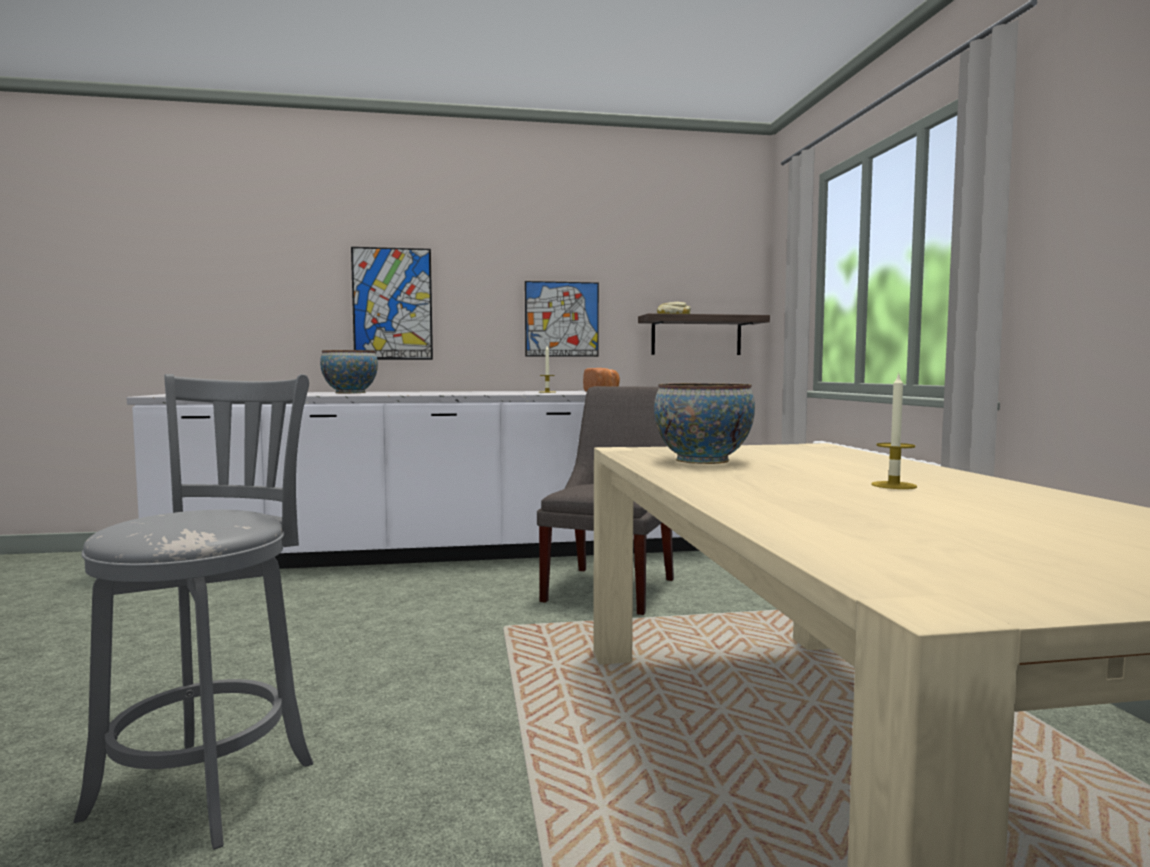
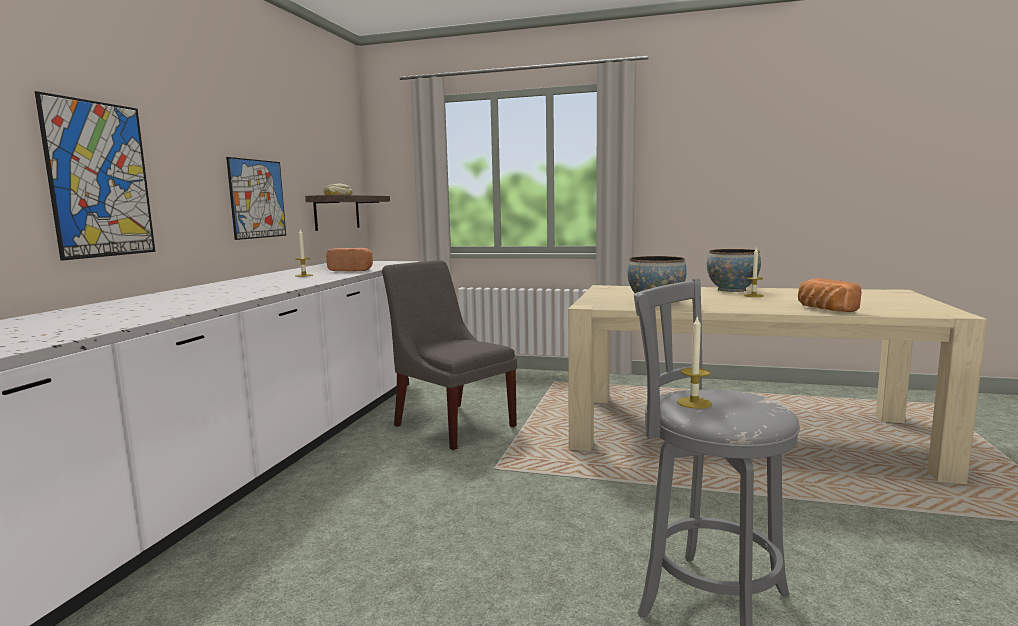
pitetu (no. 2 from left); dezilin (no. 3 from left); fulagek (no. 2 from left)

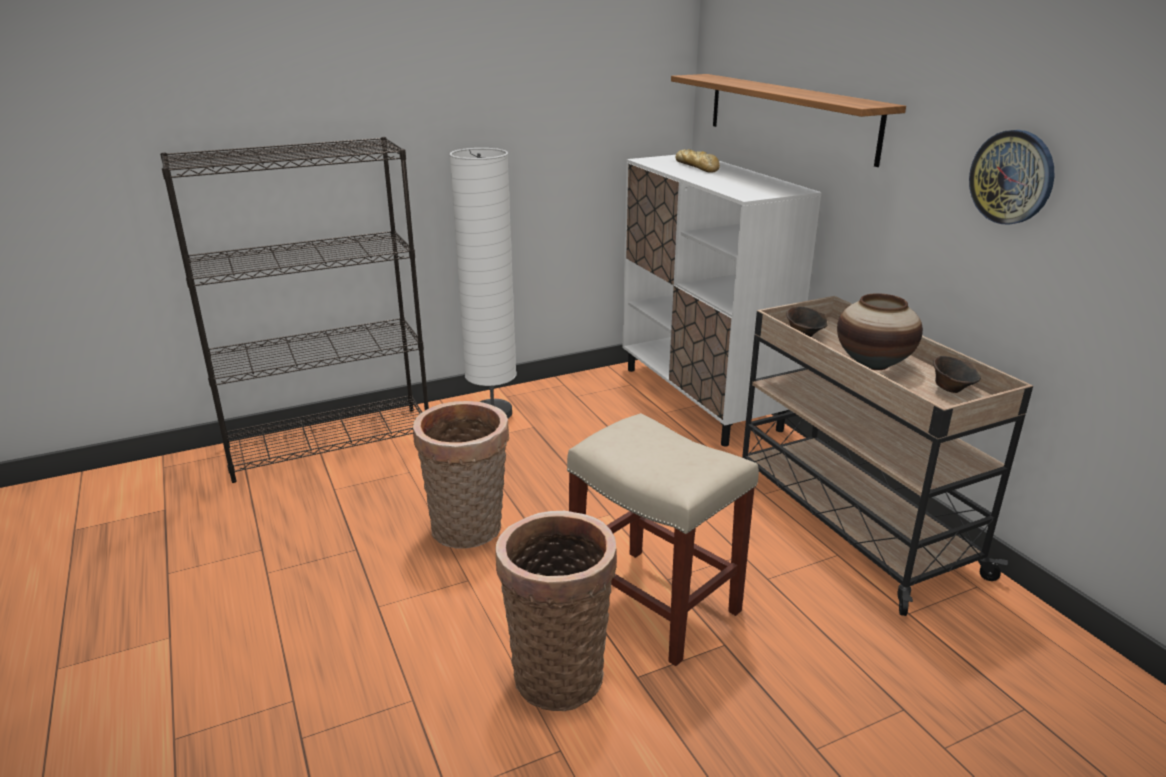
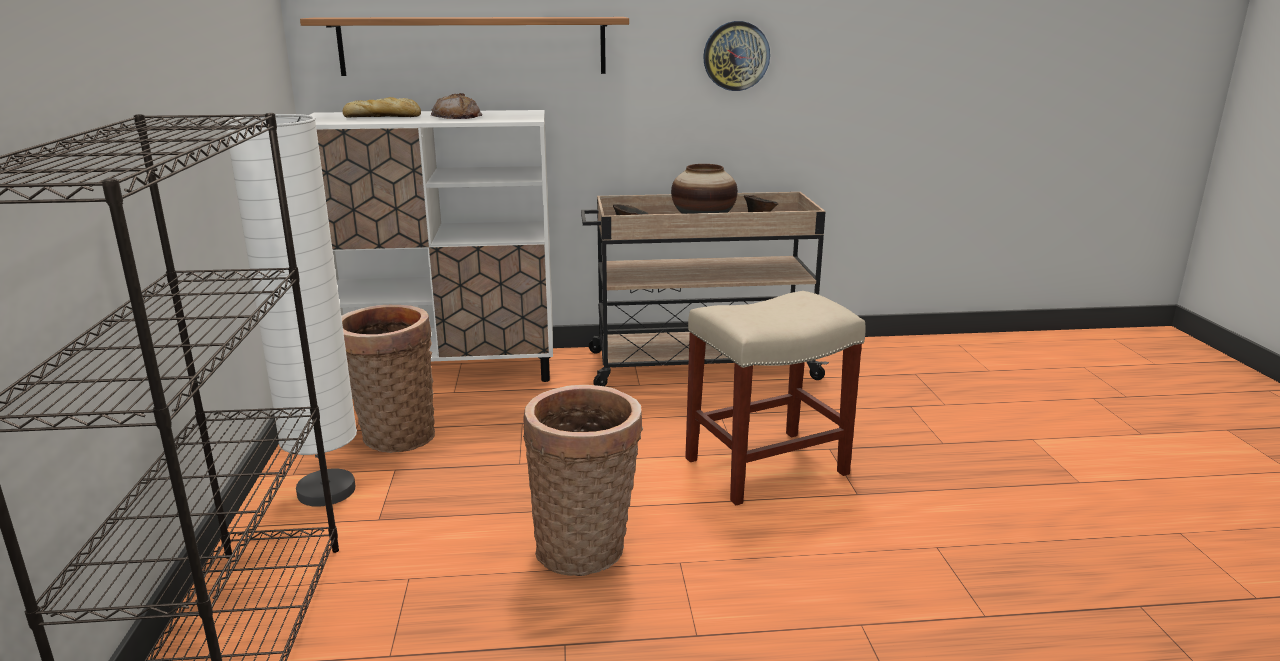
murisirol (no. 1 from left); dezilin (no. 2 from left)

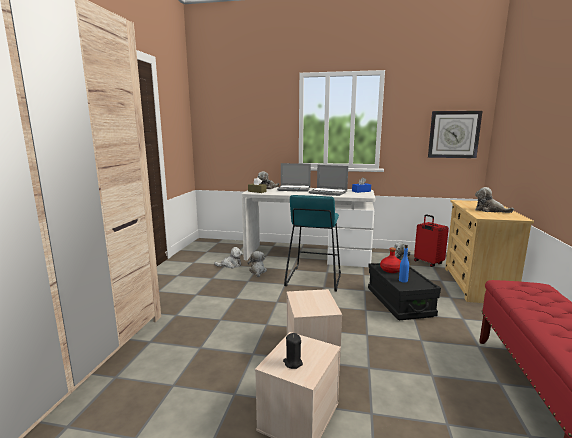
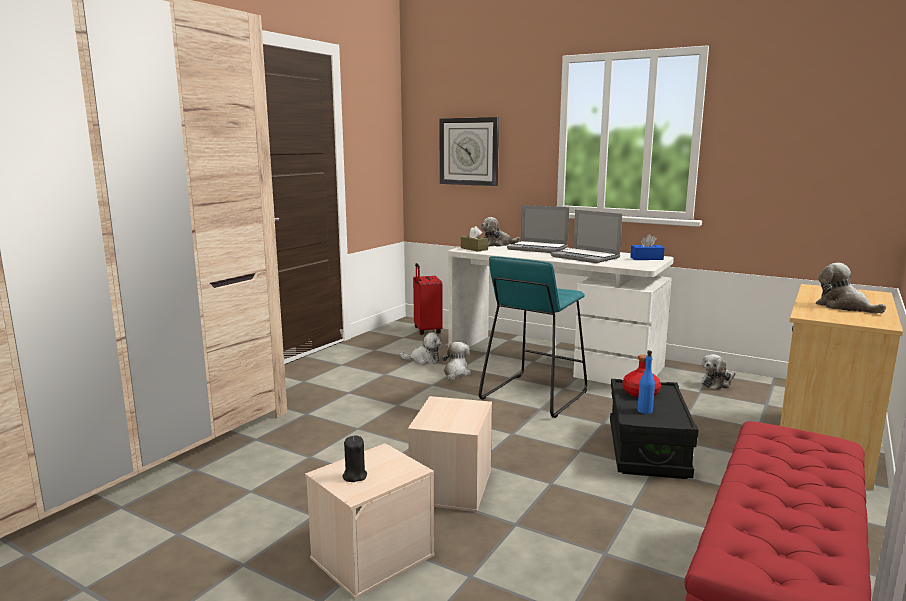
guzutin; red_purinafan

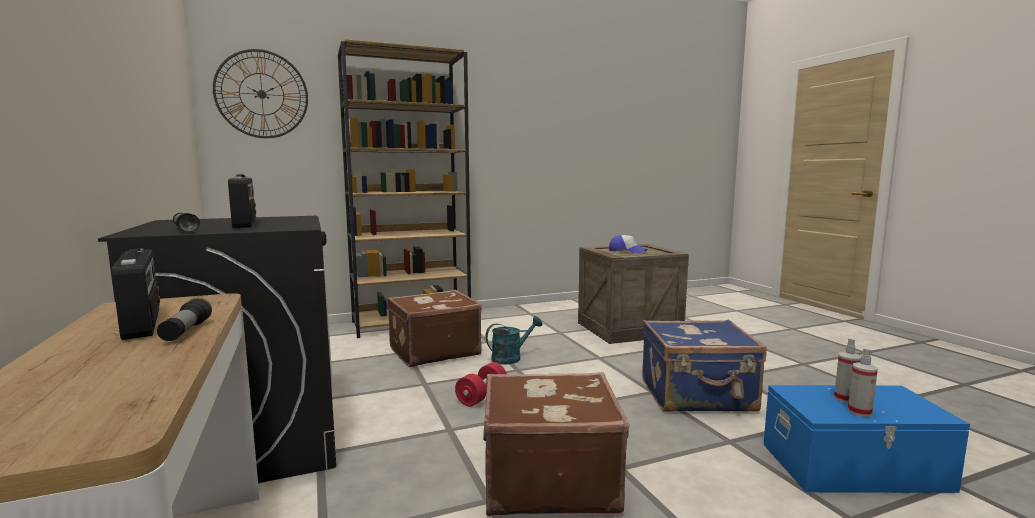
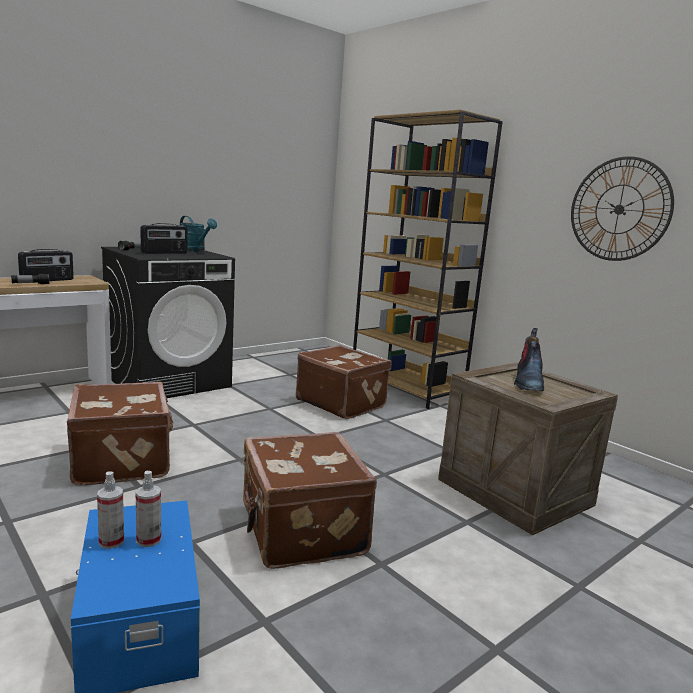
guzutin; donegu; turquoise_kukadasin; brown_purinafan (no. 2 from left); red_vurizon

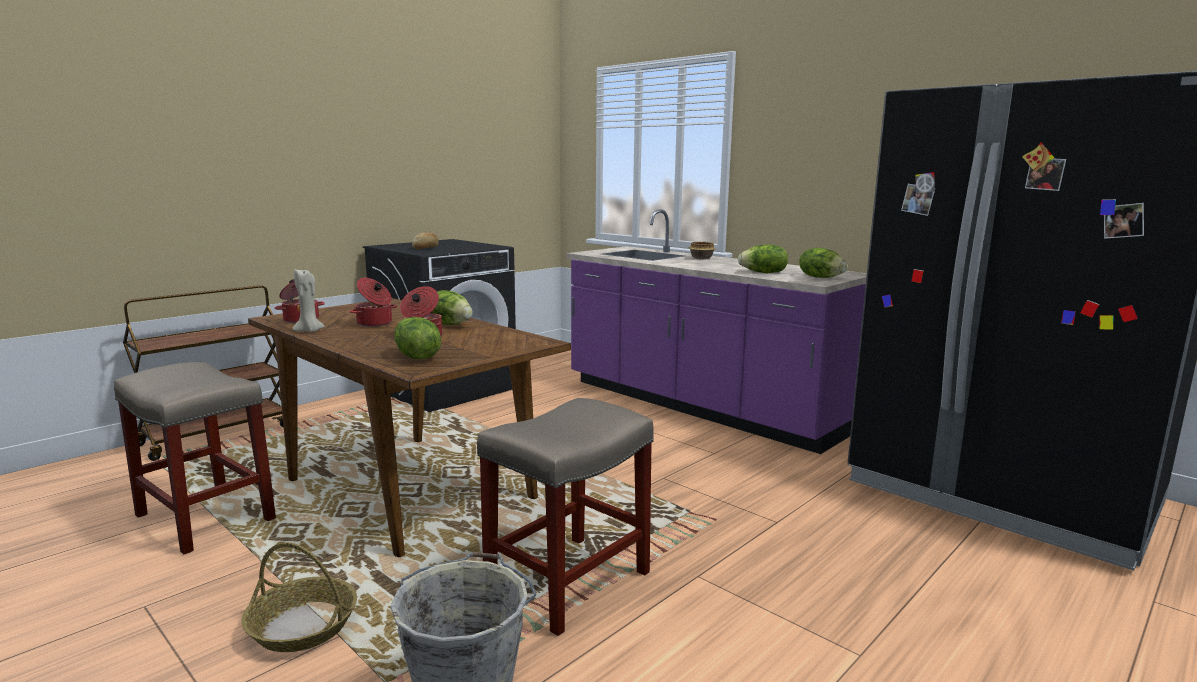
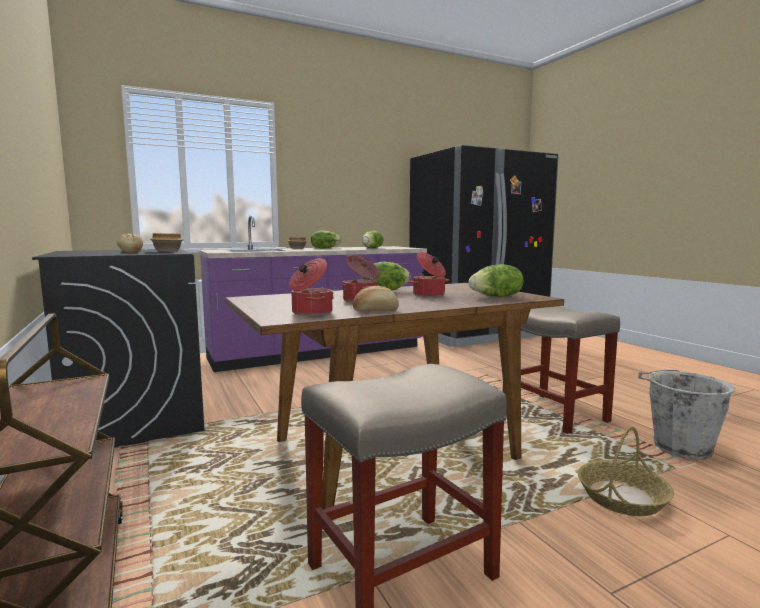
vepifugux (no. 1 from left); dezilin (no. 2 from left); pitetu (no. 1 from left)

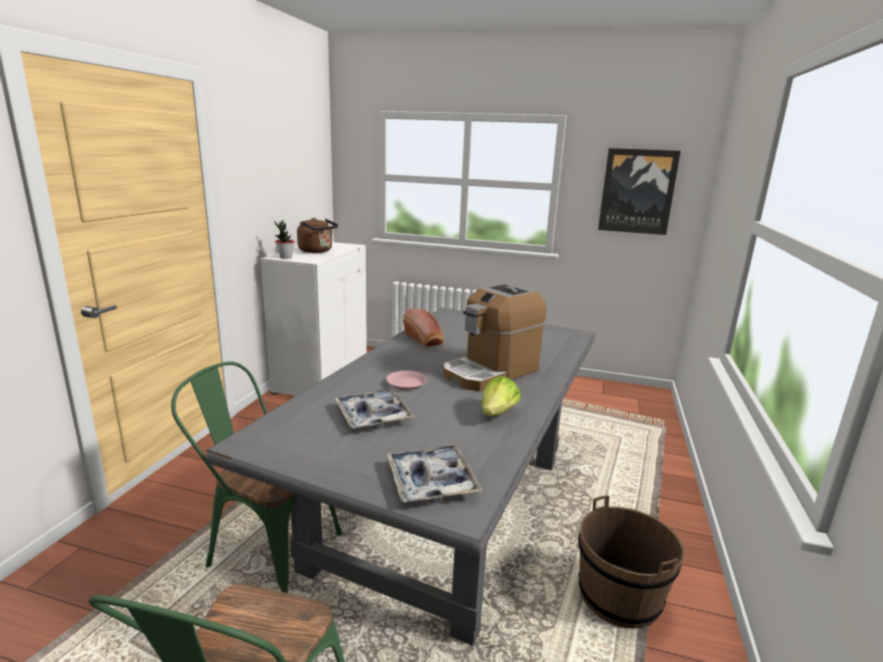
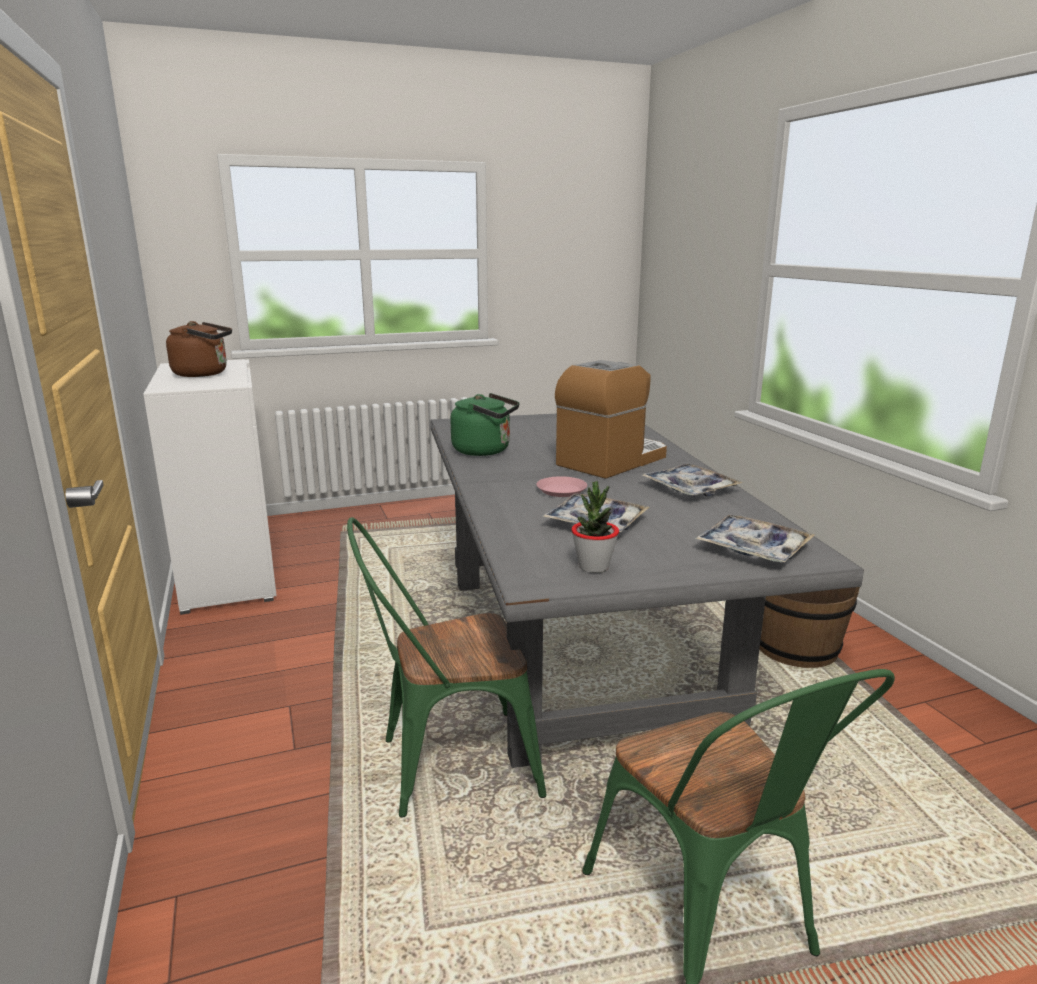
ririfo; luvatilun; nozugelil; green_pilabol; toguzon (no. 2 from left)

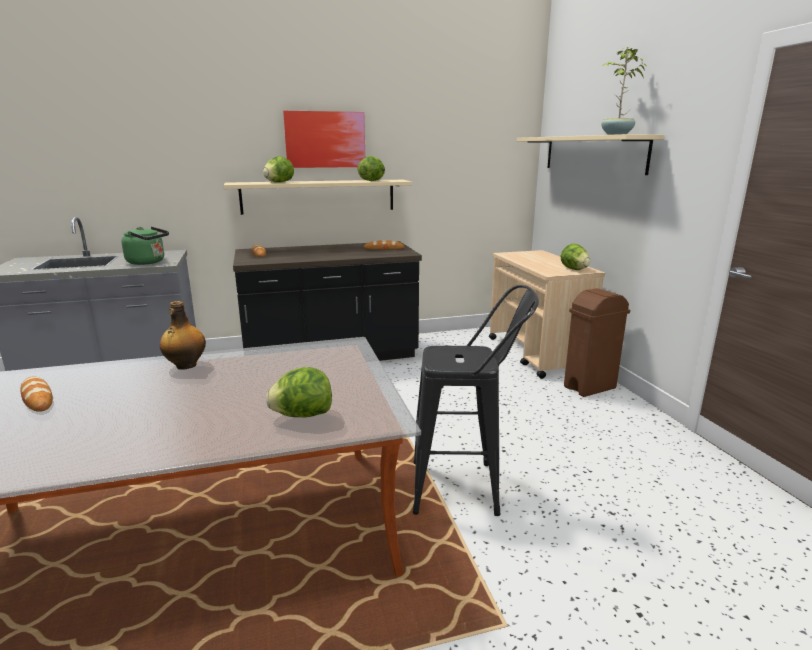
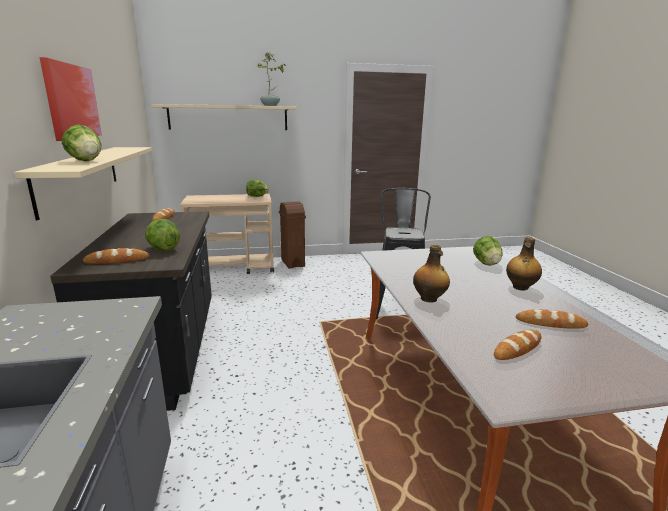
vepifugux (no. 2 from left); green_pilabol; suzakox (no. 2 from left); dezilin (no. 4 from left)

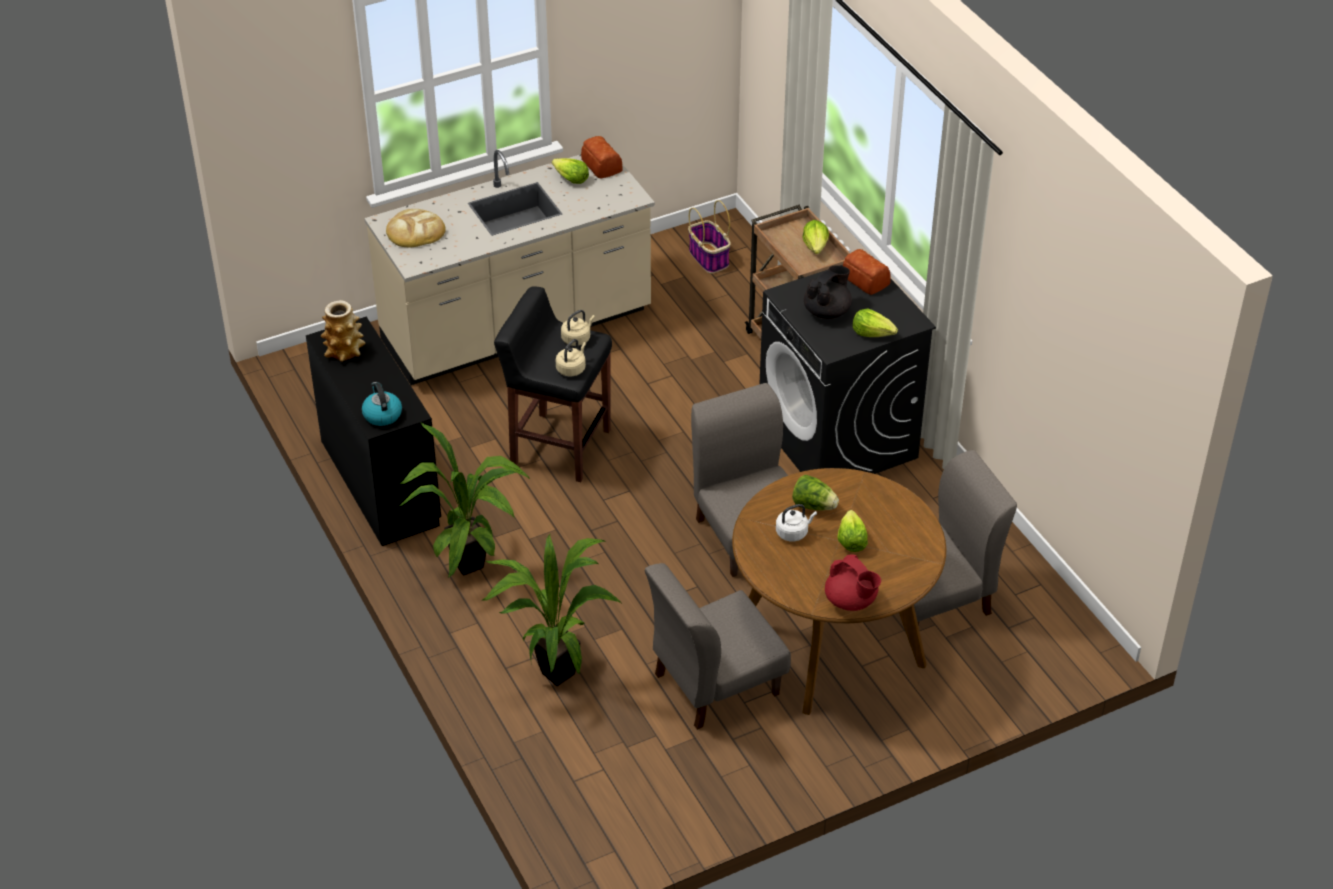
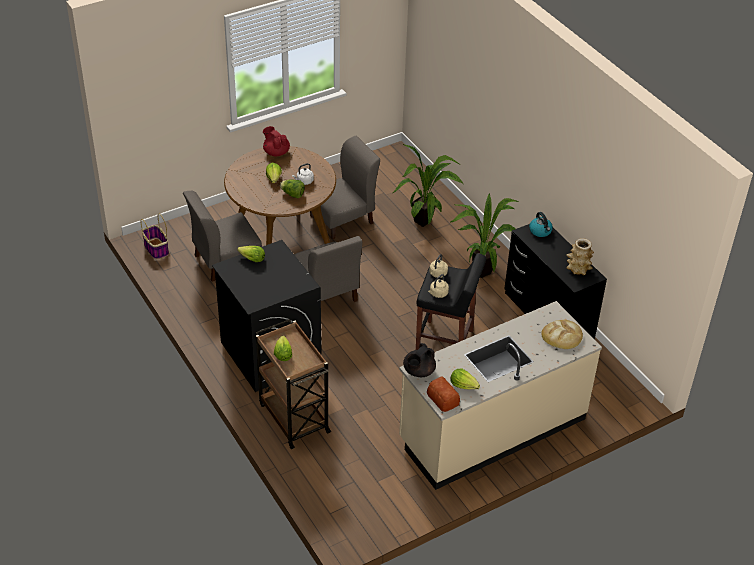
murisirol; dezilin (no. 3 from left in the first image); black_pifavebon

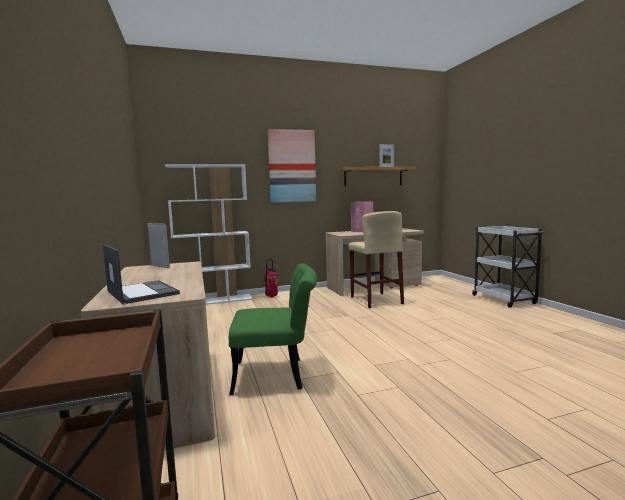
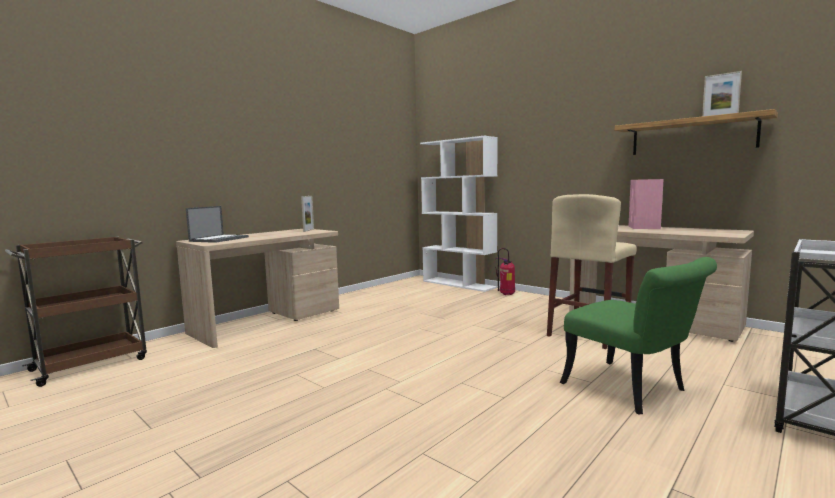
ririfo; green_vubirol

